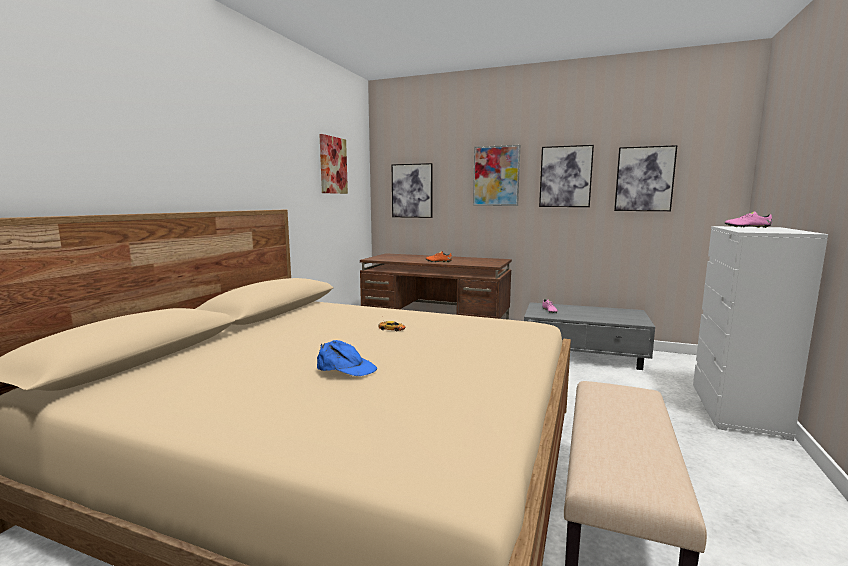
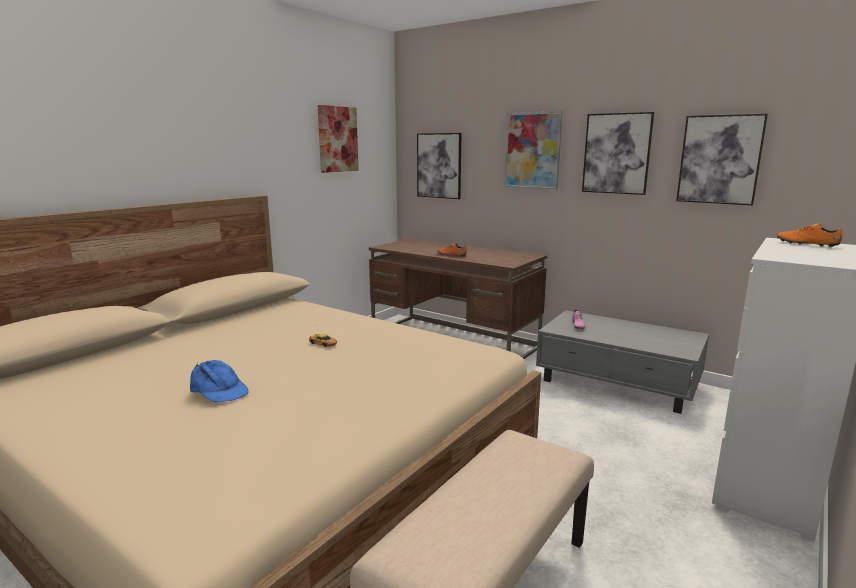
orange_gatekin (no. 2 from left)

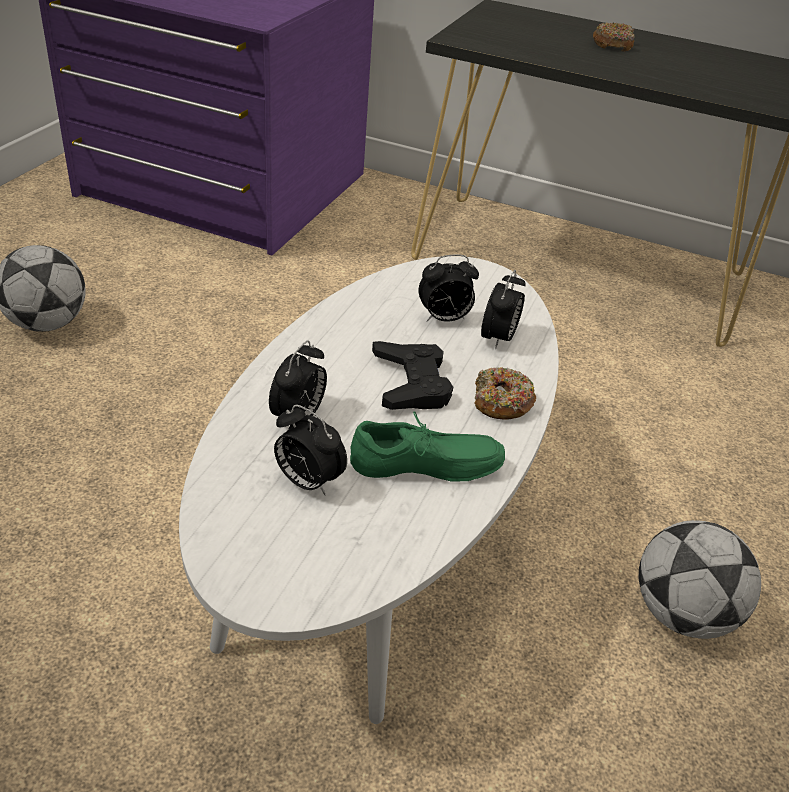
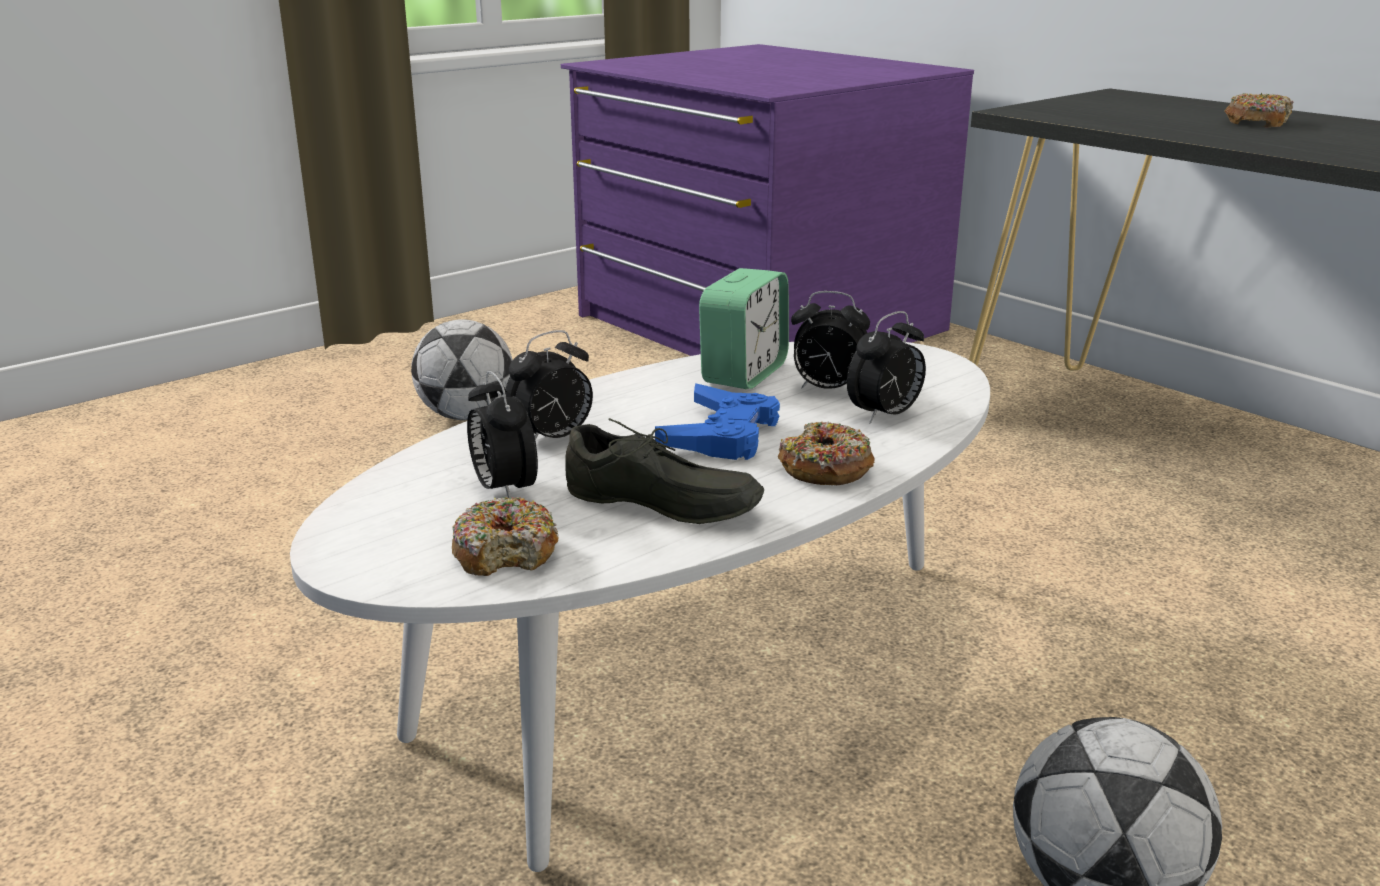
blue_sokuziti; grey_gatekin; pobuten (no. 3 from left); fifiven (no. 1 from left)

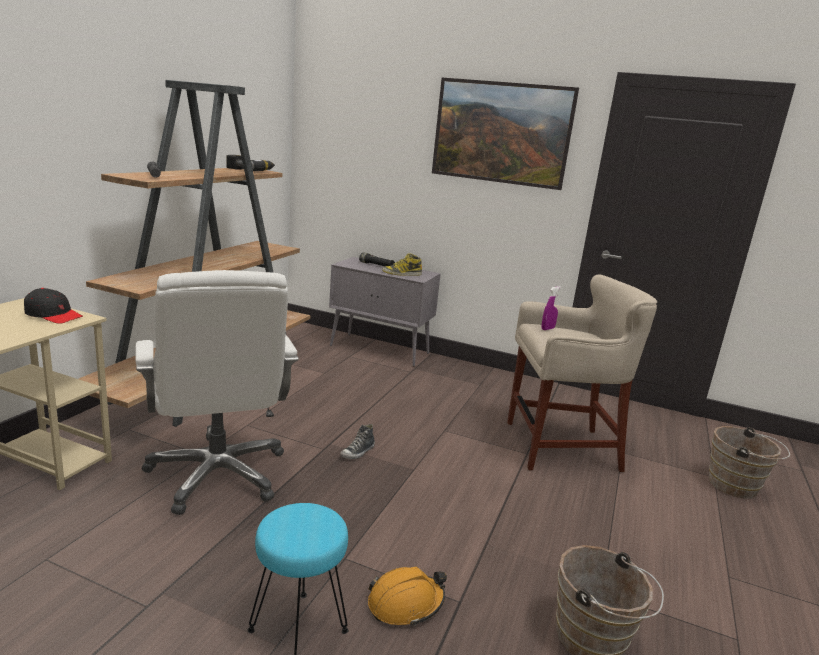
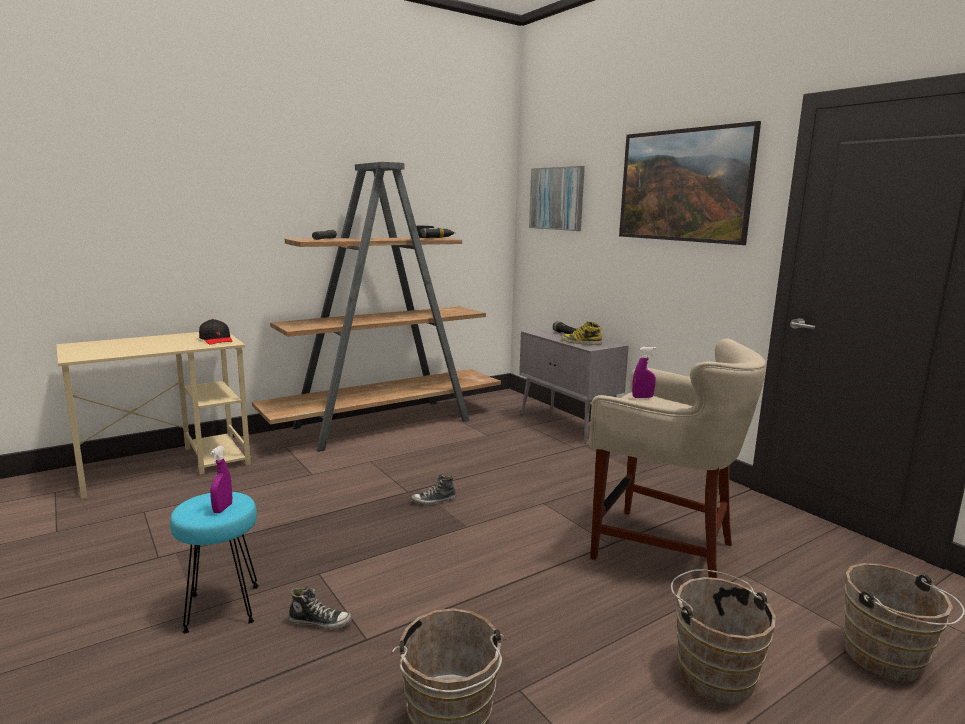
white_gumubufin; gatekin (no. 1 from left); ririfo (no. 1 from left); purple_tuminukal (no. 1 from left); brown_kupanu (no. 2 from left)

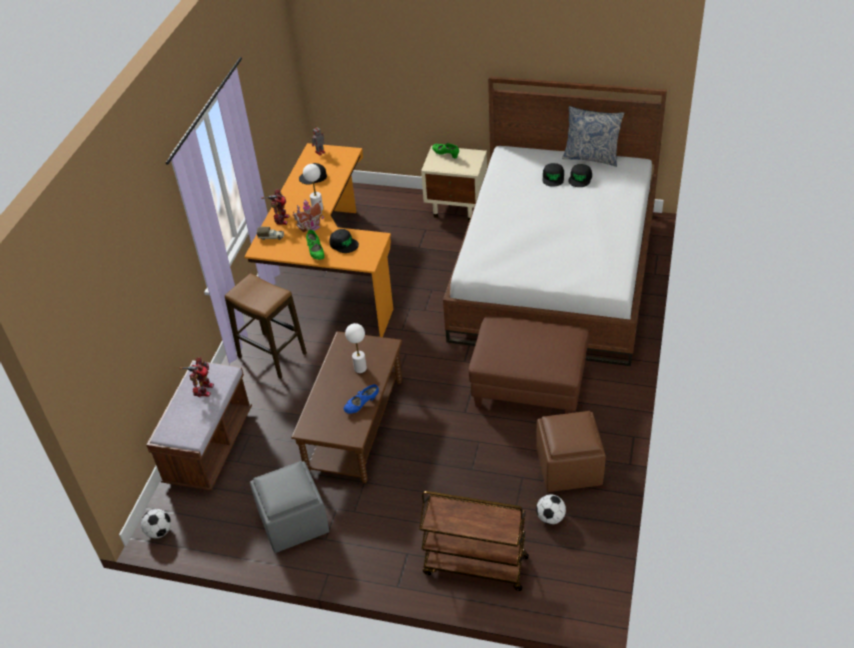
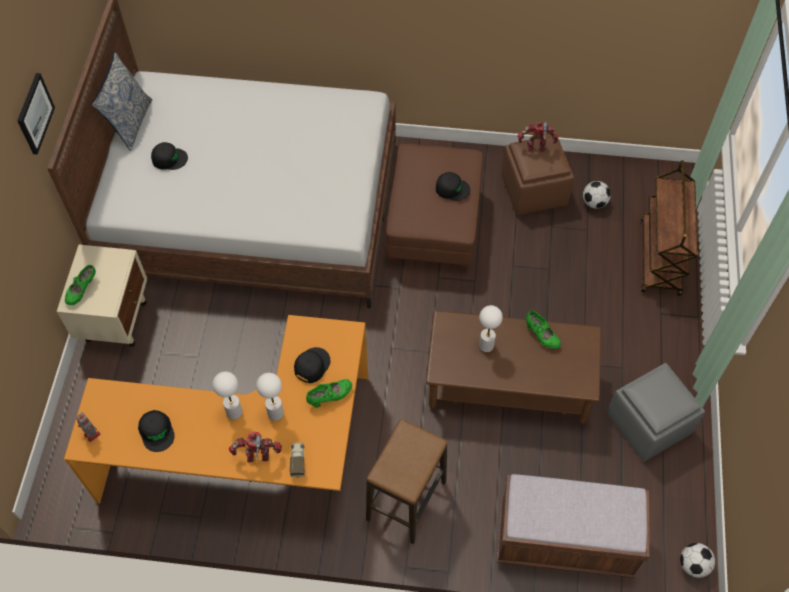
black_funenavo (no. 4 from left); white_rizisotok (no. 2 from left); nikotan (no. 3 from left); green_gatekin (no. 3 from left); ririfo

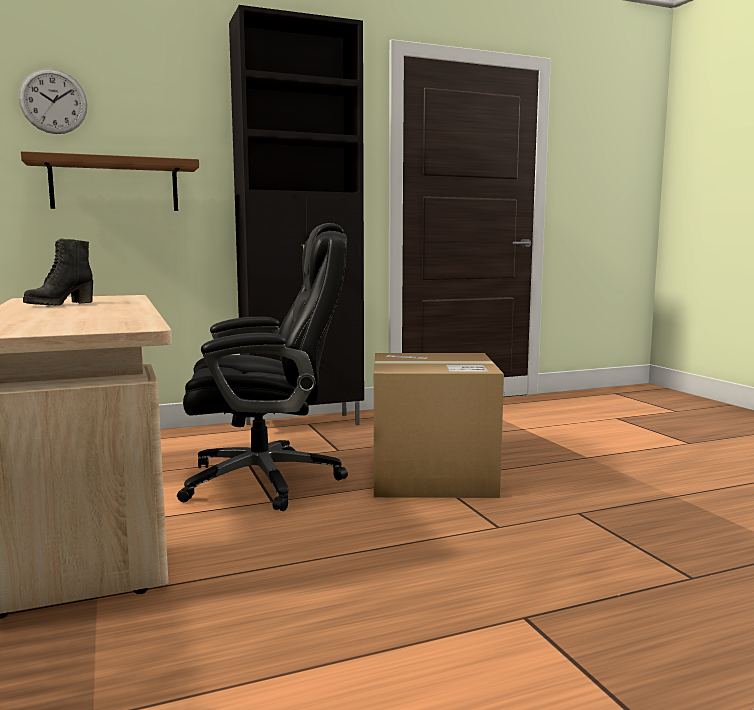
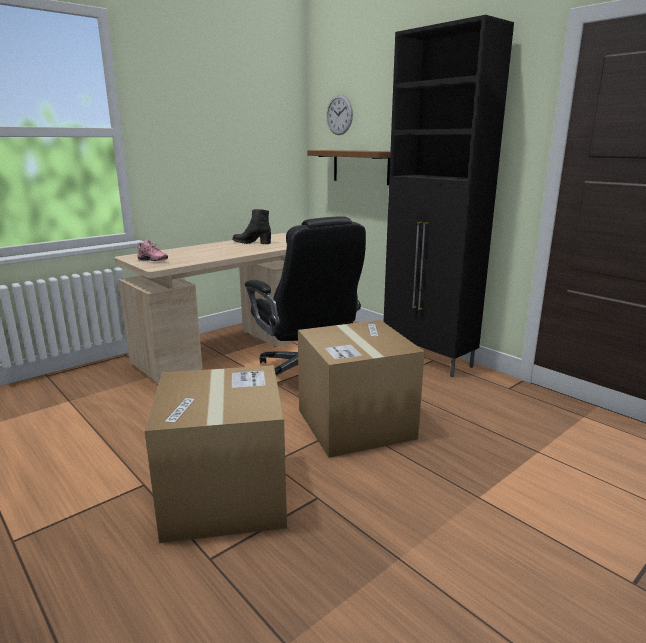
pink_gatekin; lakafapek (no. 1 from left)

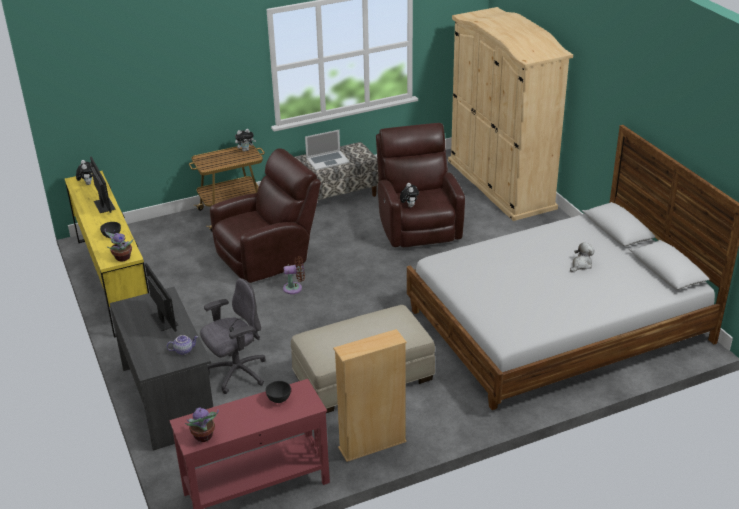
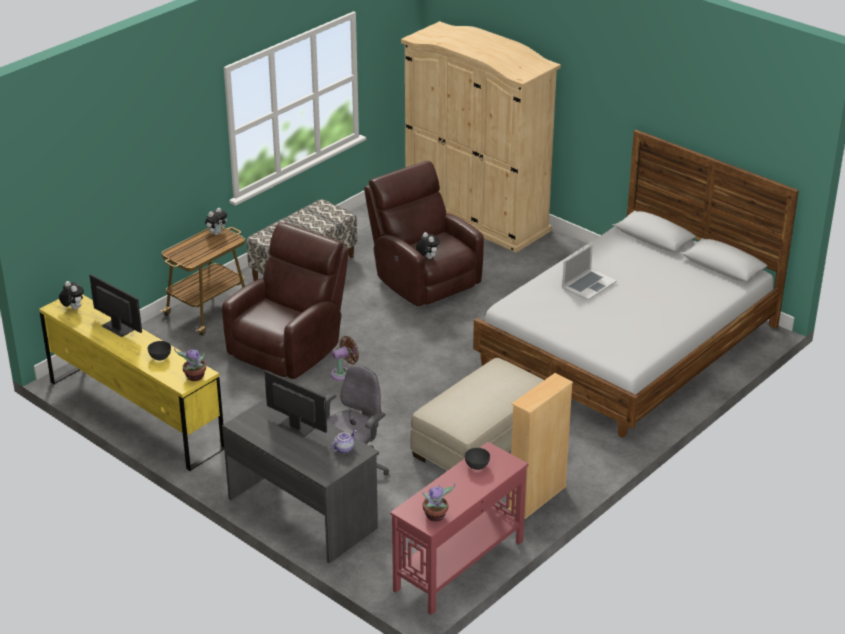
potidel; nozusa (no. 4 from left in the first image)

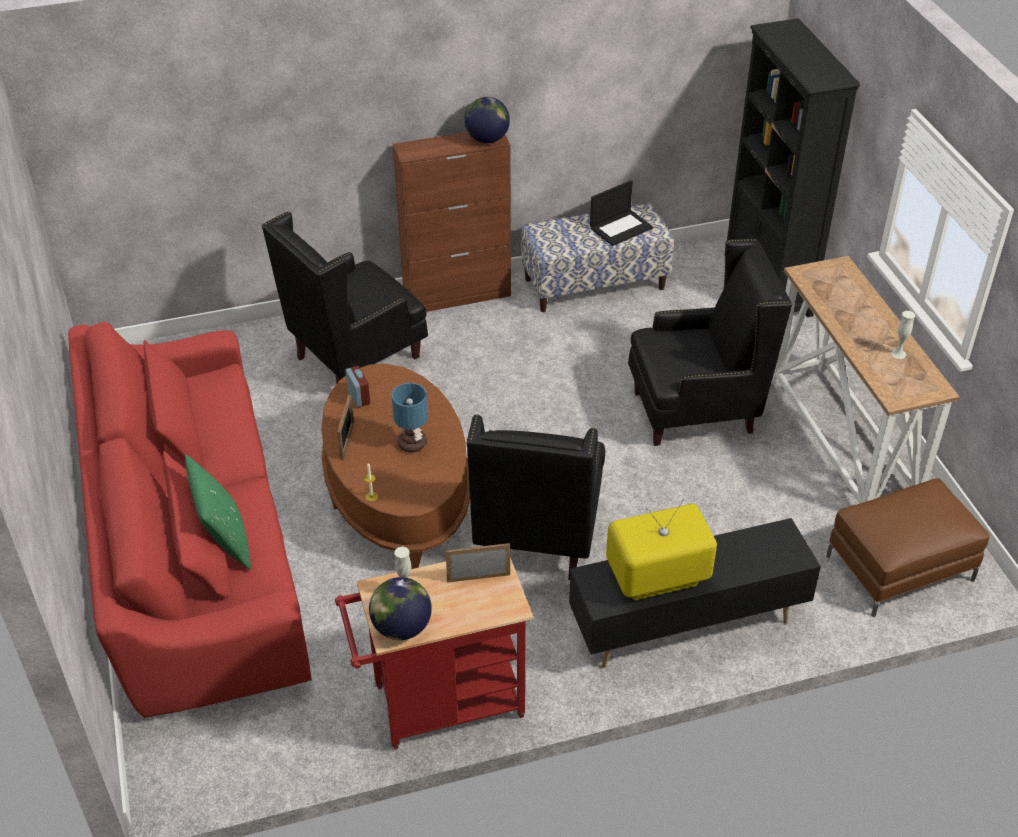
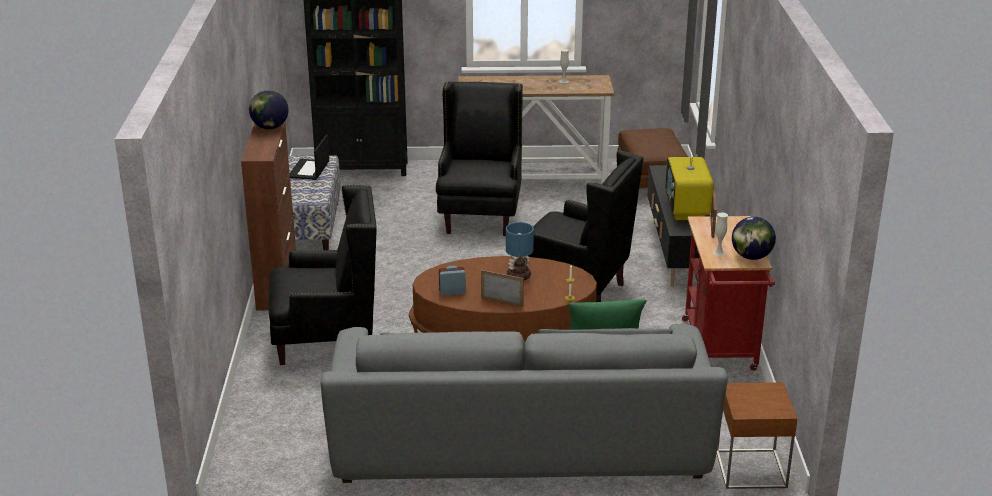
potidel; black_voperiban (no. 1 from left); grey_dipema; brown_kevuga

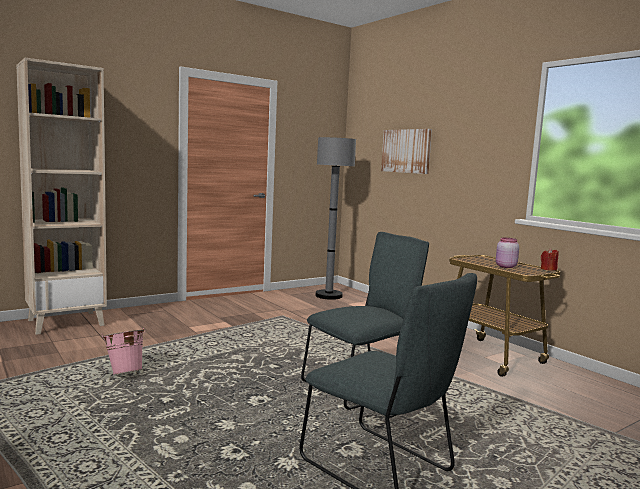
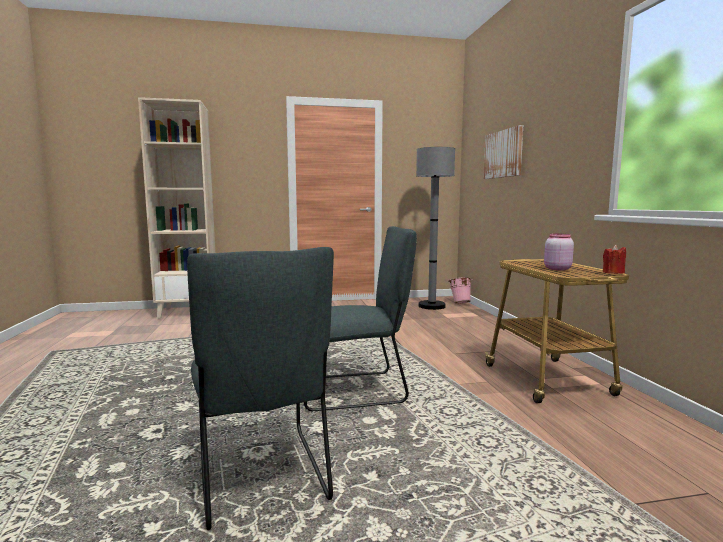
pink_kupanu

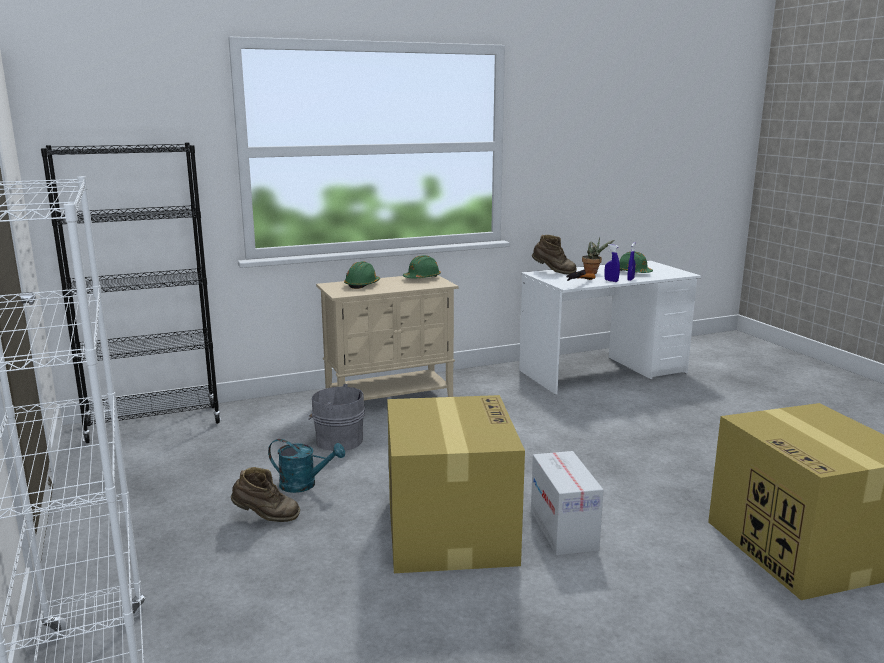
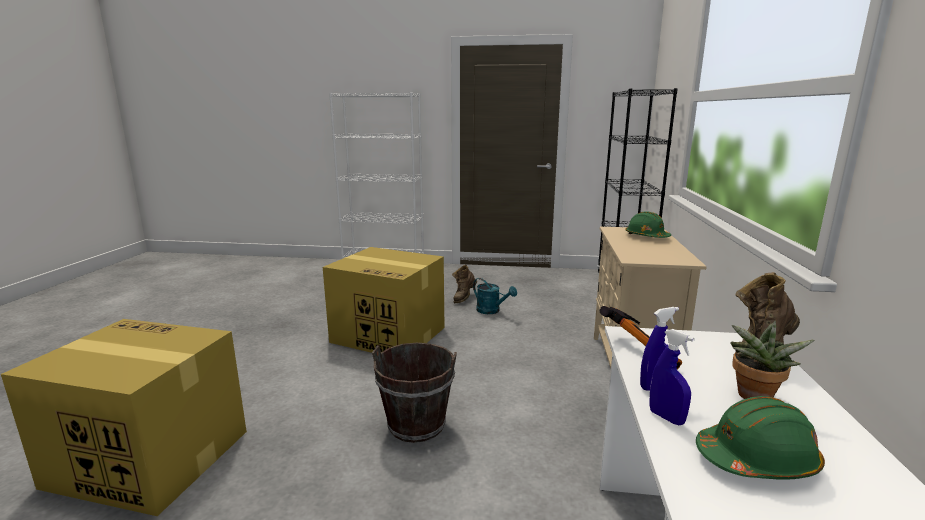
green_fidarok (no. 2 from left in the first image); grey_kupanu; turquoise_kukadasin; lakafapek (no. 2 from left in the first image); brown_kupanu

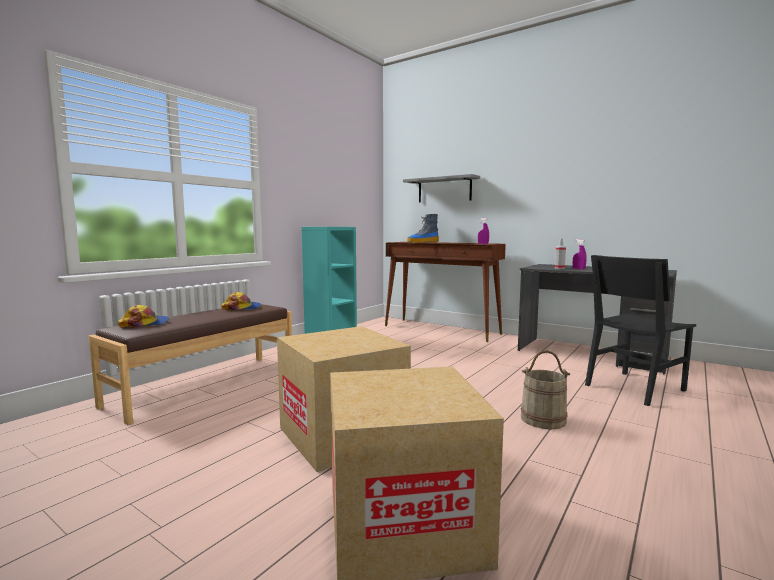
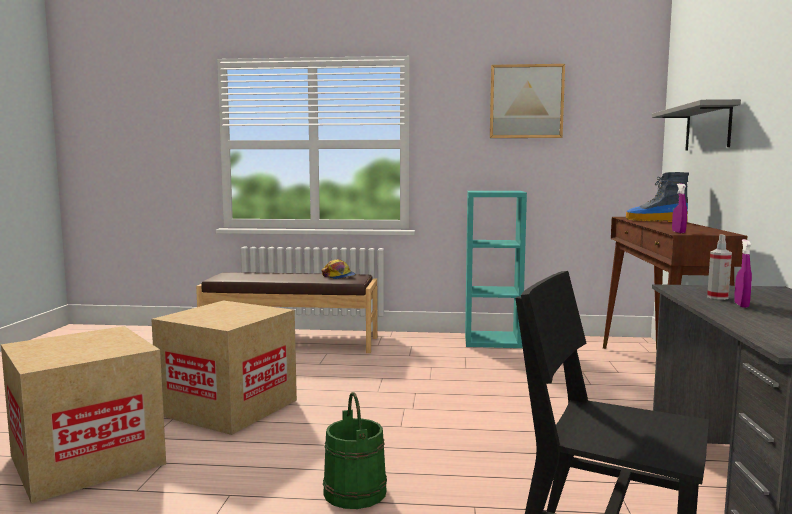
funenavo (no. 1 from left in the first image); green_kupanu; ririfo

